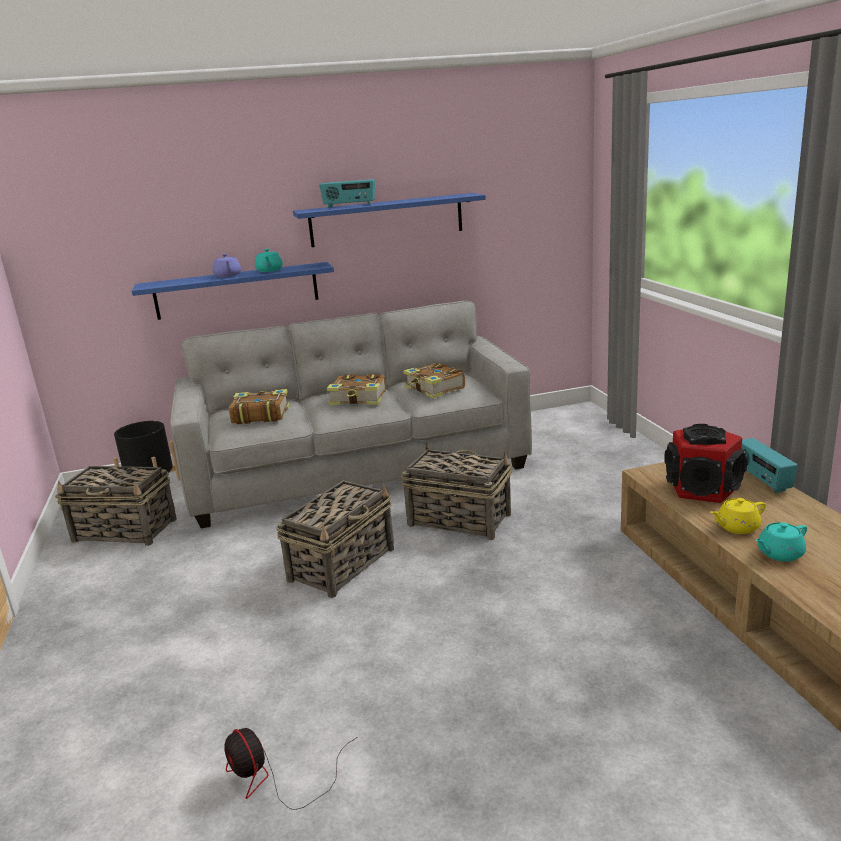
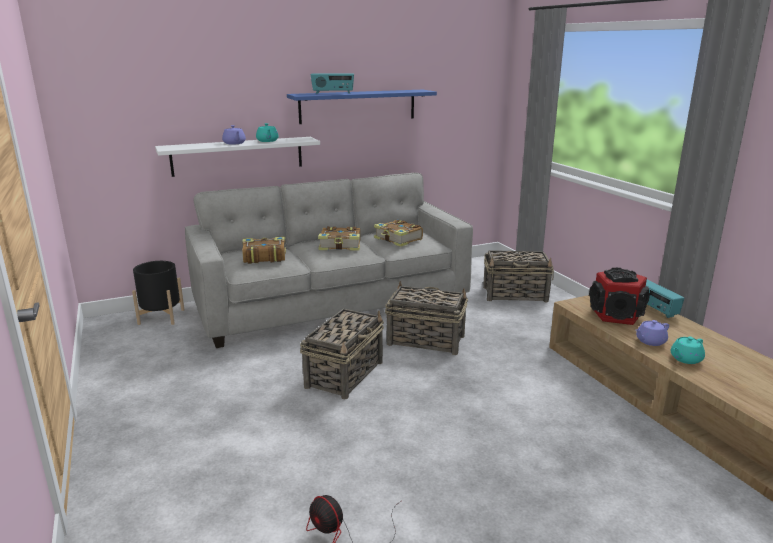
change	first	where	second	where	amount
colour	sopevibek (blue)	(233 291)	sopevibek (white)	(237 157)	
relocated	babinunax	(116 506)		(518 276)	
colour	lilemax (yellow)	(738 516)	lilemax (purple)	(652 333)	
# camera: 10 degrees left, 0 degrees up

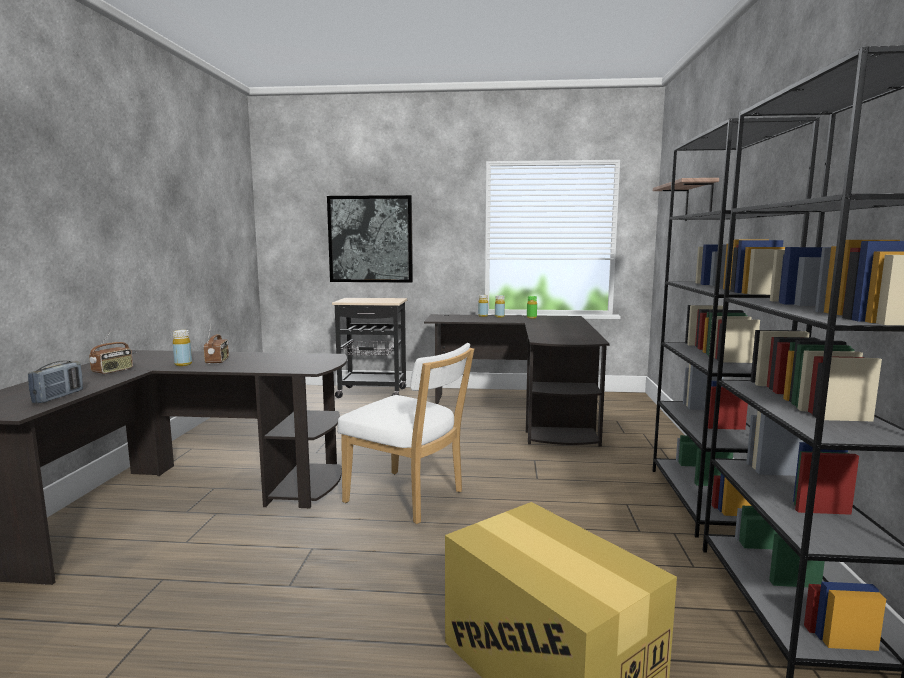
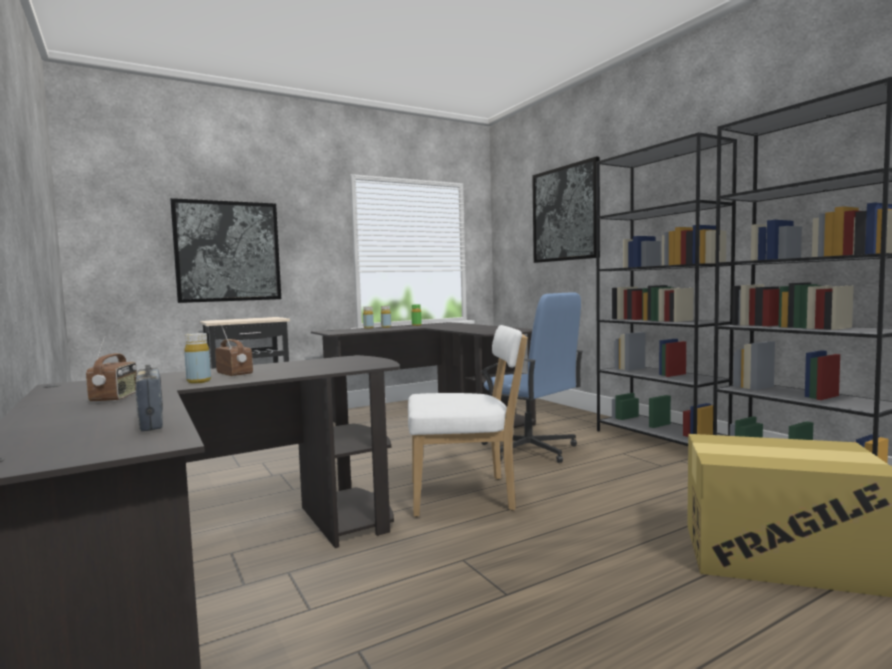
change	first	where	second	where	amount
appeared			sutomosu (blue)	(531 377)	
exchanged	sopevibek	(686 199)	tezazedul	(566 210)	
# camera: 35 degrees left, 5 degrees down

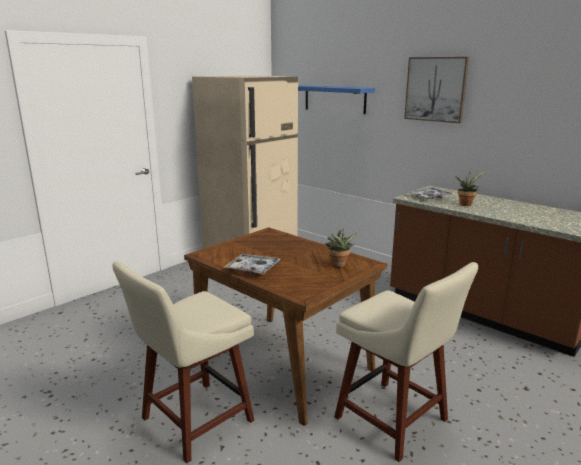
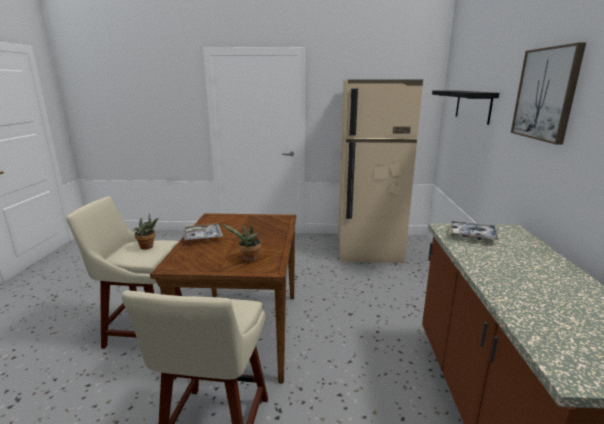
change	first	where	second	where	amount
relocated	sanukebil	(470 188)		(146 232)	
colour	sopevibek (blue)	(336 99)	sopevibek (black)	(465 107)	
# camera: 50 degrees right, 0 degrees up

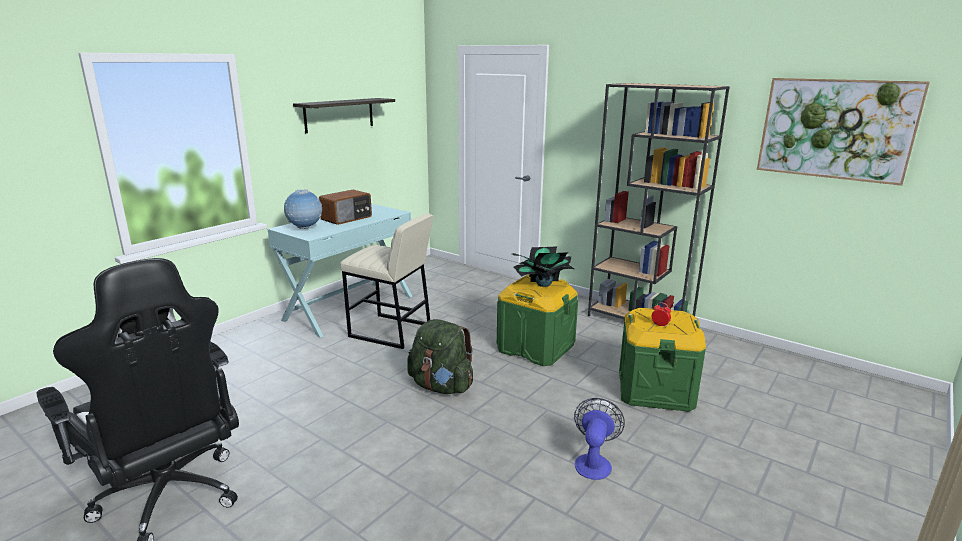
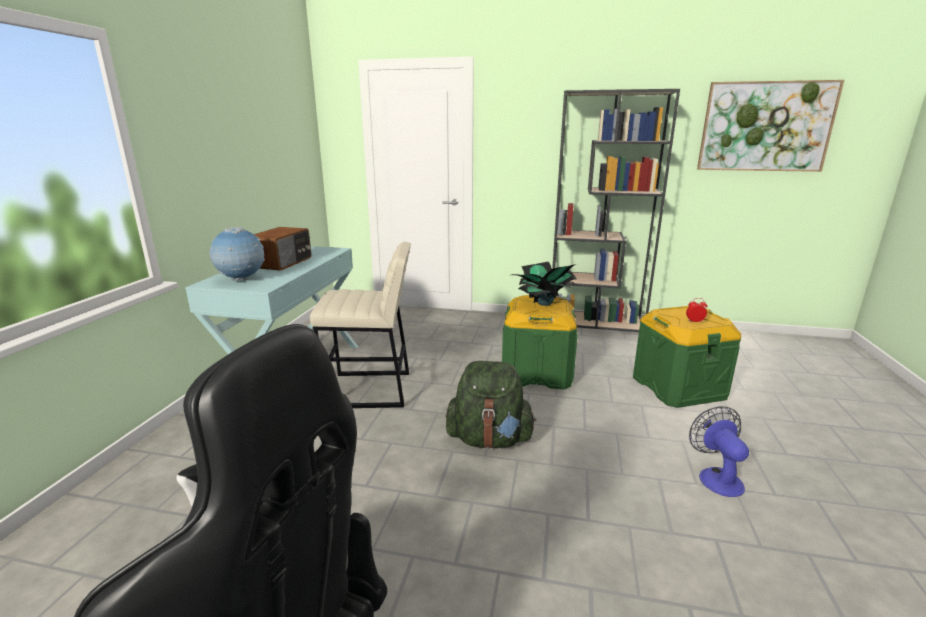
change	first	where	second	where	amount
missing	sopevibek	(344 115)			
# camera: 25 degrees left, 0 degrees up

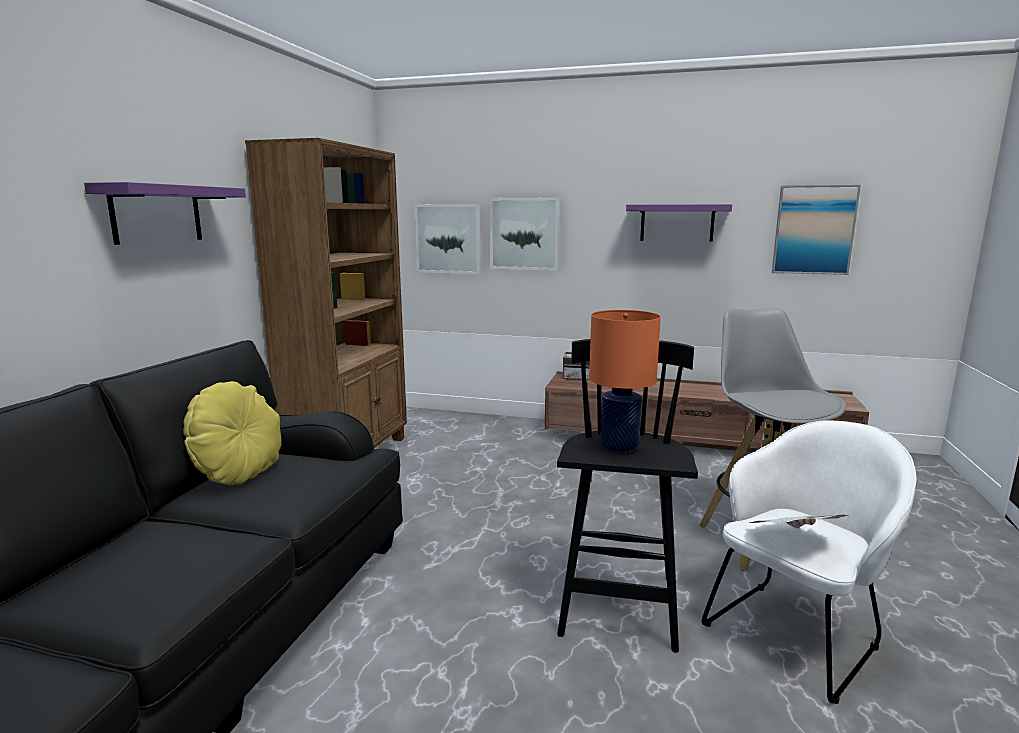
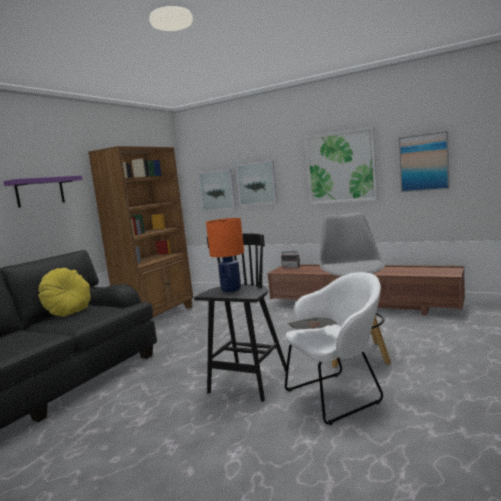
change	first	where	second	where	amount
exchanged	sopevibek (purple)	(679 223)	tezazedul	(341 166)	
# camera: 15 degrees right, 5 degrees down

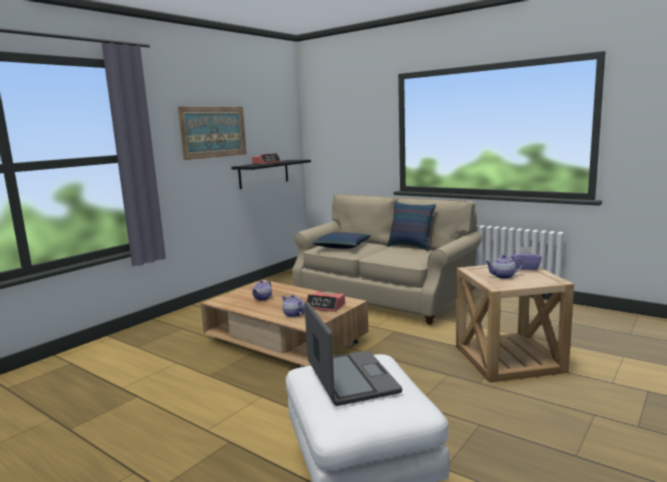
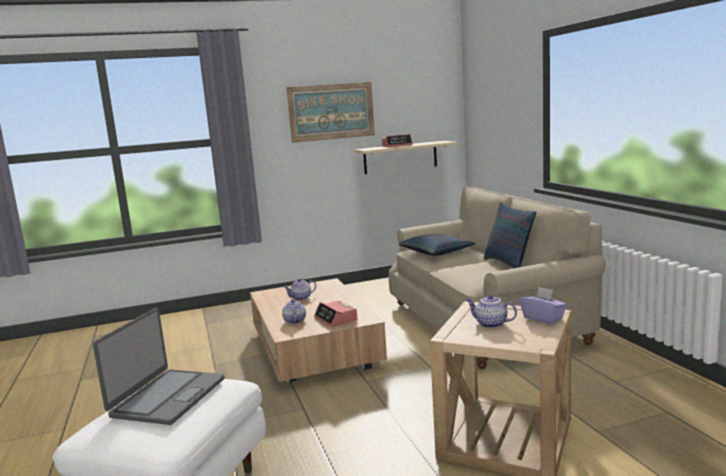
change	first	where	second	where	amount
colour	sopevibek (black)	(271 174)	sopevibek (beige)	(406 157)	
# camera: 35 degrees right, 0 degrees up

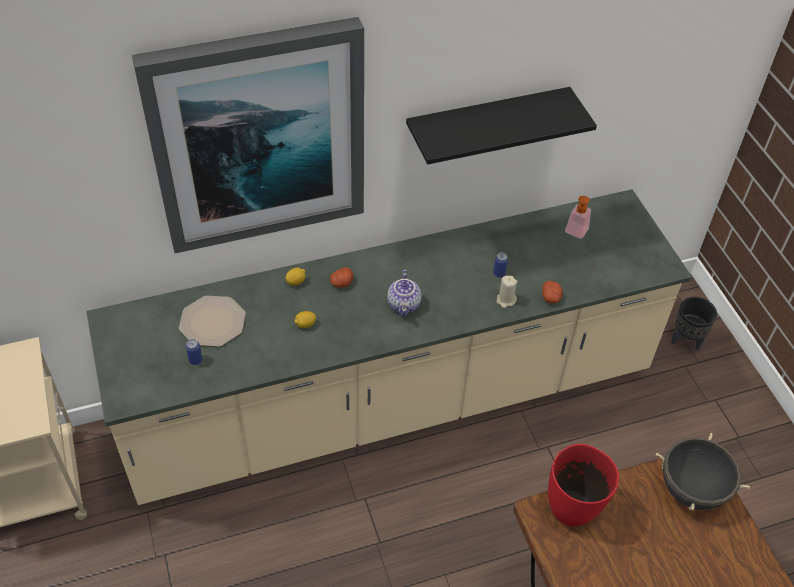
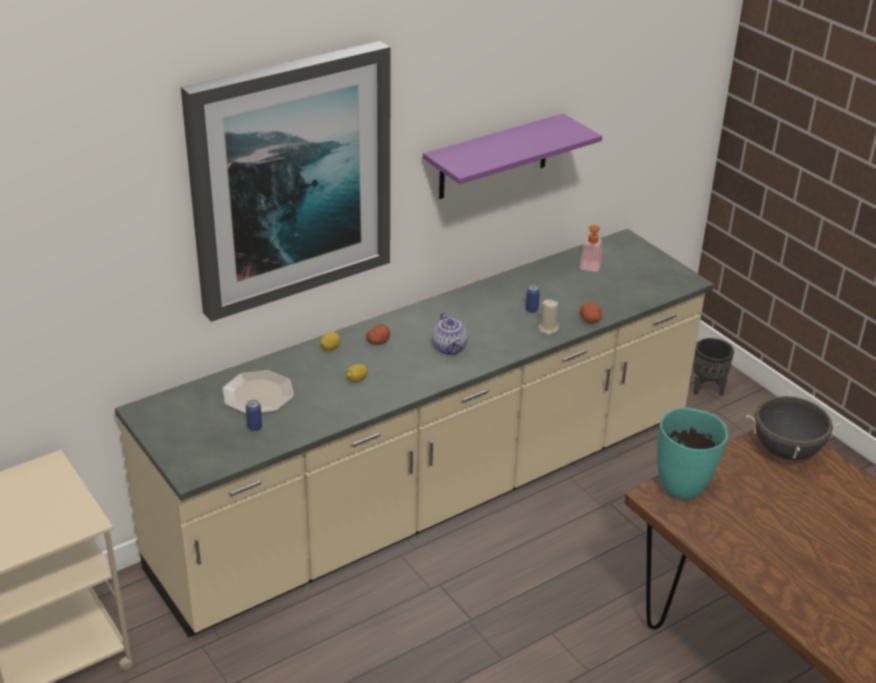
change	first	where	second	where	amount
colour	sopevibek (black)	(501 126)	sopevibek (purple)	(512 156)	
colour	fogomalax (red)	(583 485)	fogomalax (turquoise)	(692 453)	
# camera: 15 degrees left, 15 degrees down

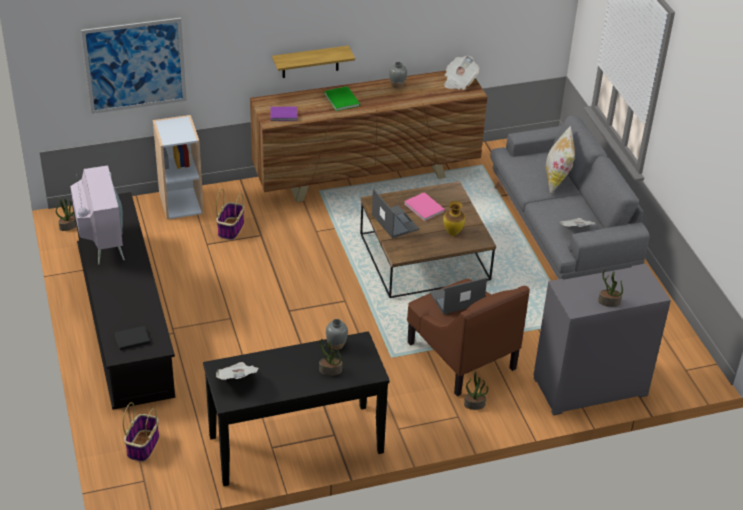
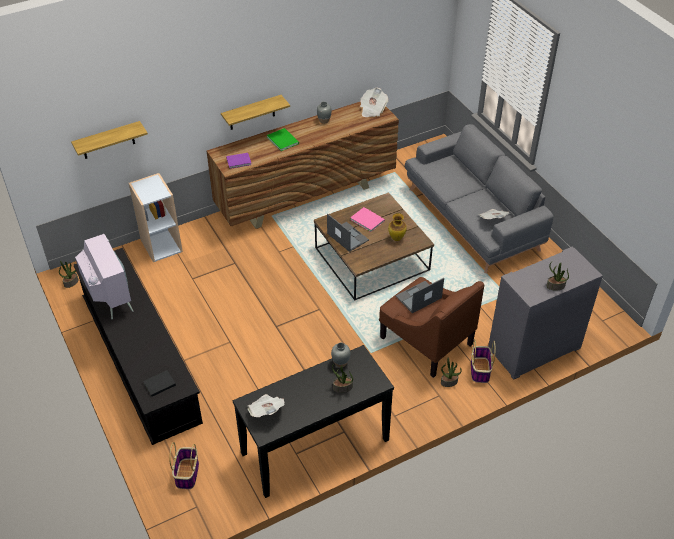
change	first	where	second	where	amount
exchanged	tezazedul	(134 66)	sopevibek	(109 140)	
relocated	babinunax	(230 214)		(483 361)	
missing	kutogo	(560 160)			
# camera: 10 degrees left, 5 degrees up

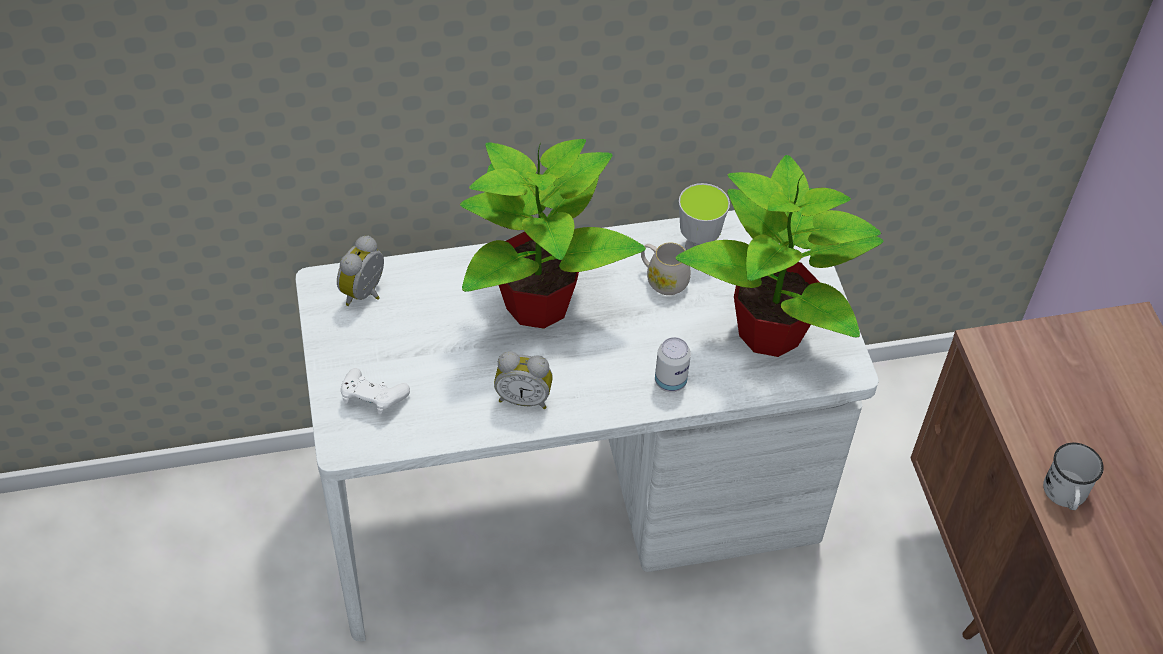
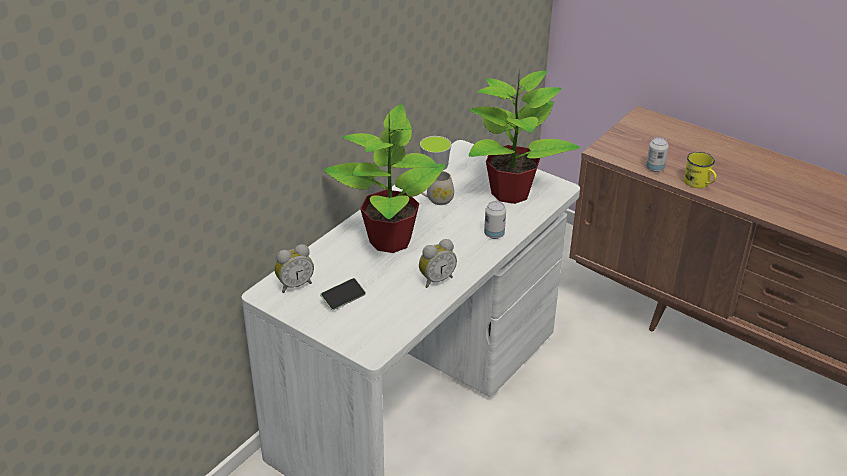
change	first	where	second	where	amount
spun	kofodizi	(360 270)		(294 268)	105 degrees counterclockwise
appeared			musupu	(343 294)	
appeared			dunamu	(657 154)	
colour	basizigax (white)	(1073 476)	basizigax (yellow)	(700 170)	
missing	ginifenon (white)	(375 391)			
# camera: 40 degrees left, 15 degrees down

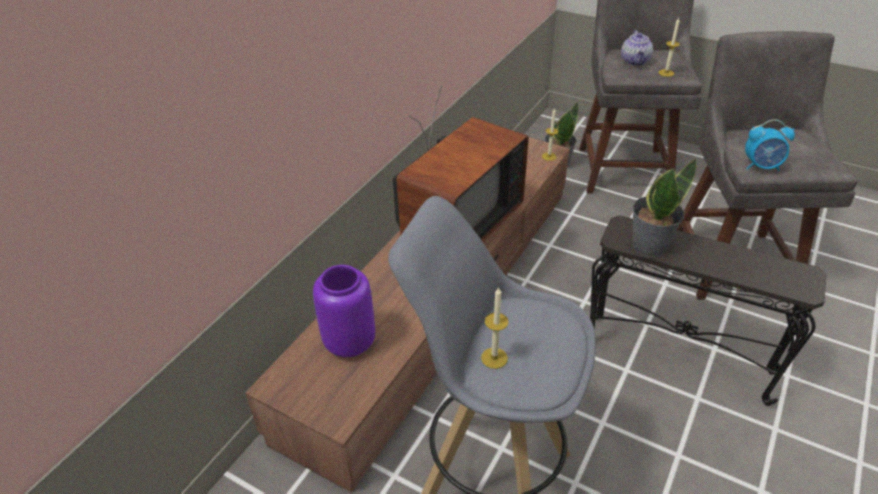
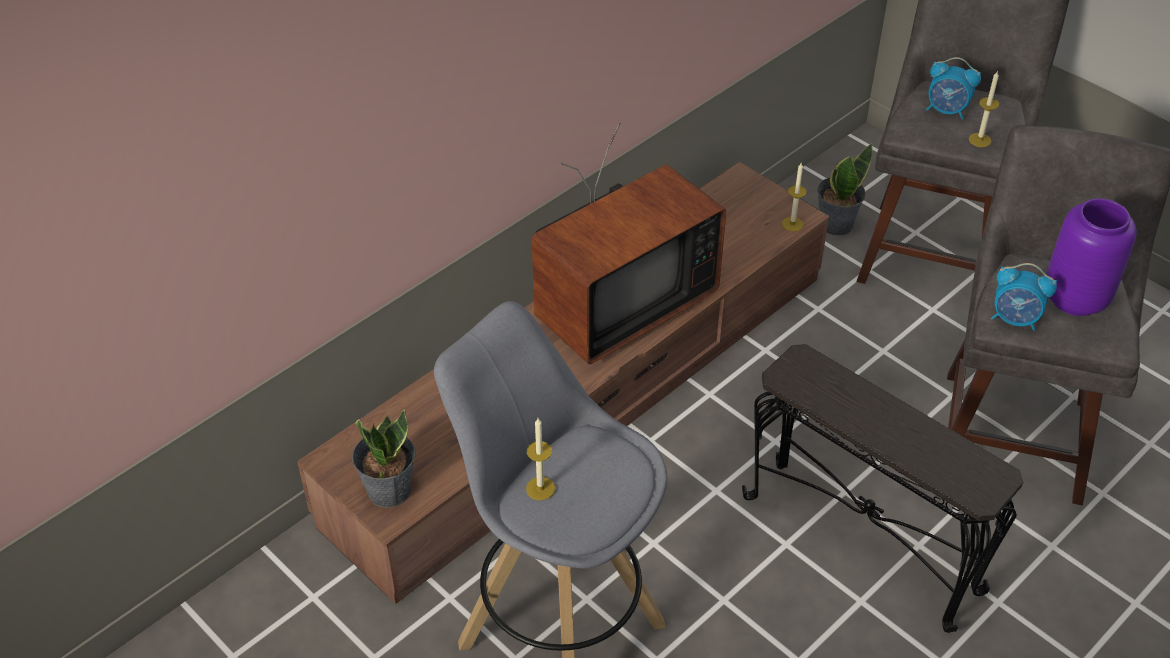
change	first	where	second	where	amount
relocated	sanukebil	(665 207)		(383 459)	
exchanged	lilemax	(637 48)	kofodizi	(953 88)	
relocated	fogomalax (purple)	(344 311)		(1091 257)	
# camera: 15 degrees right, 5 degrees up

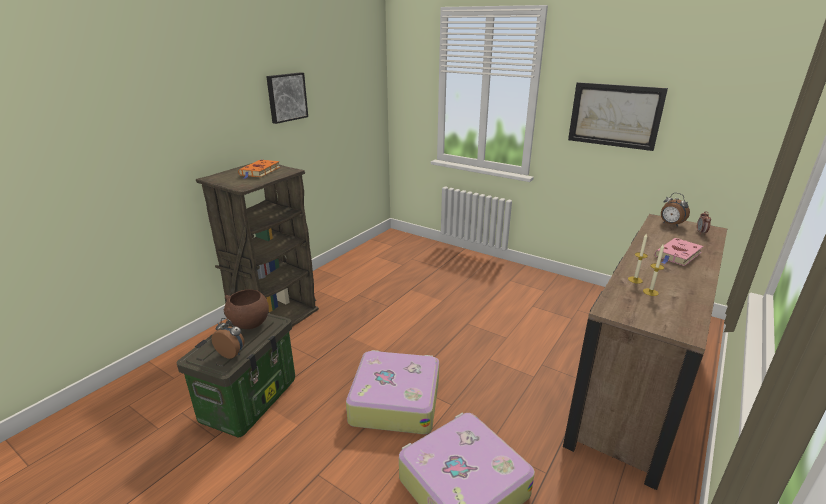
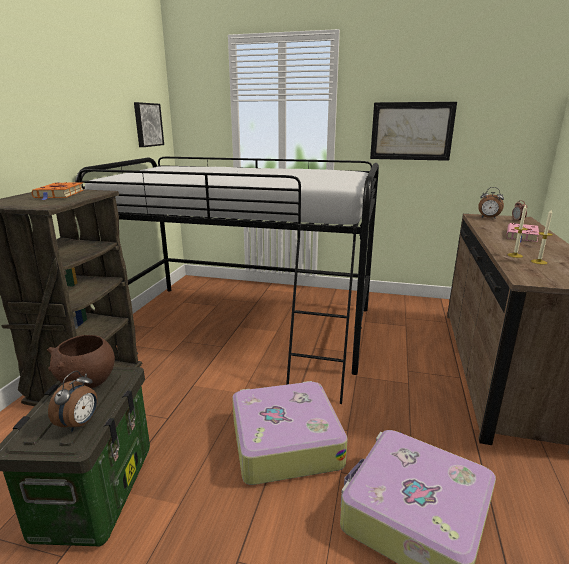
change	first	where	second	where	amount
spun	kofodizi	(227 338)		(73 401)	105 degrees clockwise
appeared			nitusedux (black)	(227 280)	
relocated	tezazedul	(287 98)		(149 124)	
# camera: 20 degrees left, 5 degrees down

